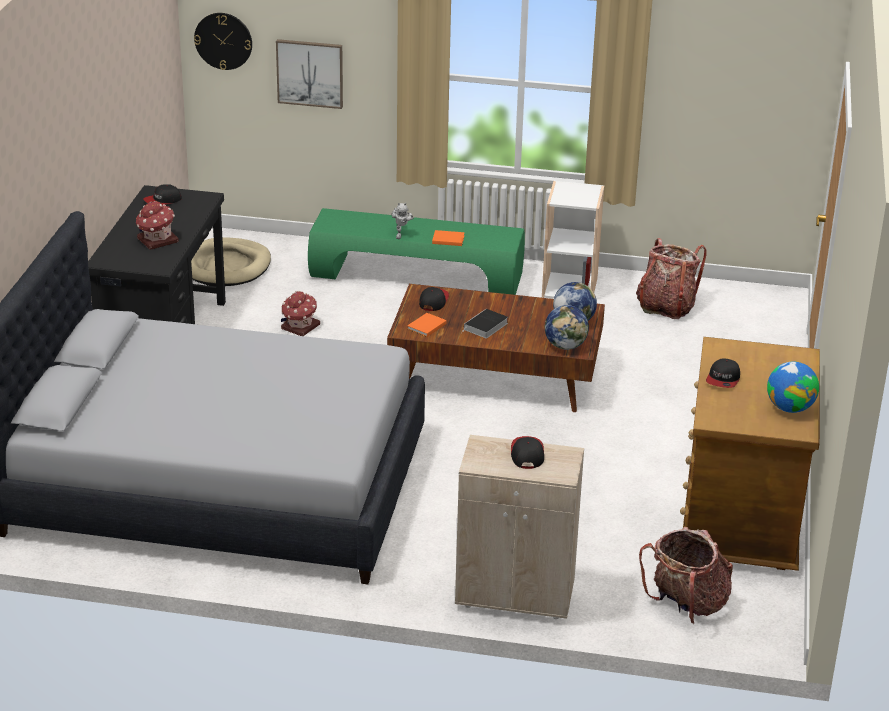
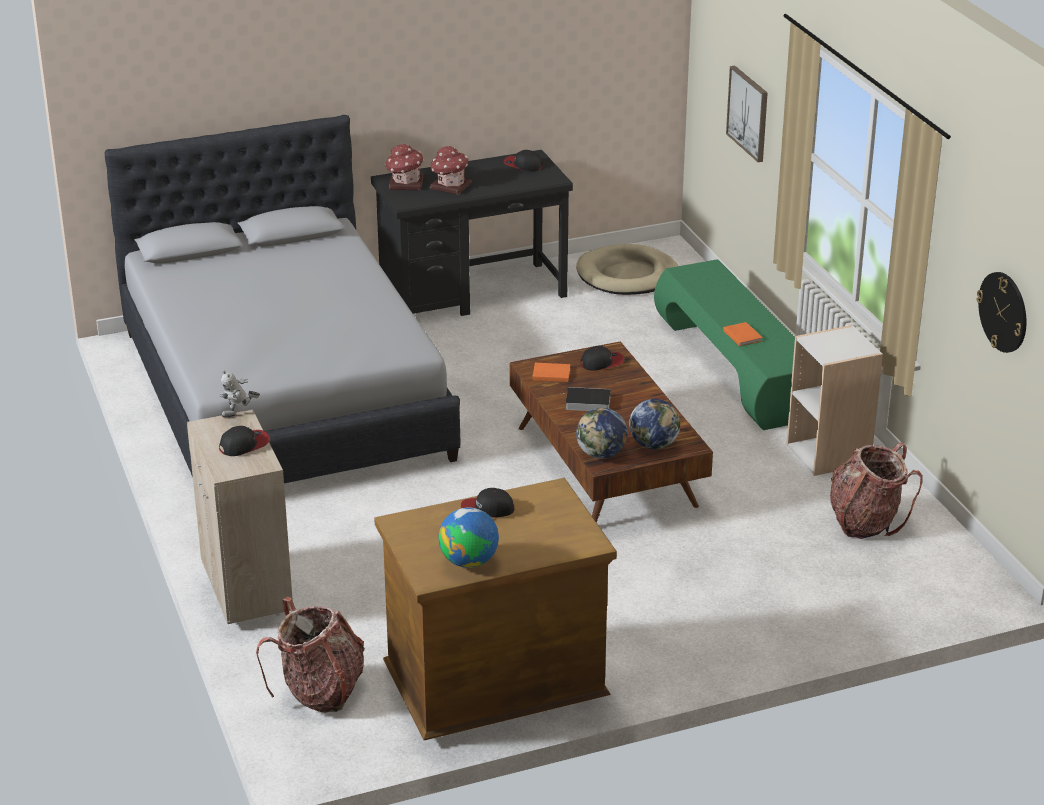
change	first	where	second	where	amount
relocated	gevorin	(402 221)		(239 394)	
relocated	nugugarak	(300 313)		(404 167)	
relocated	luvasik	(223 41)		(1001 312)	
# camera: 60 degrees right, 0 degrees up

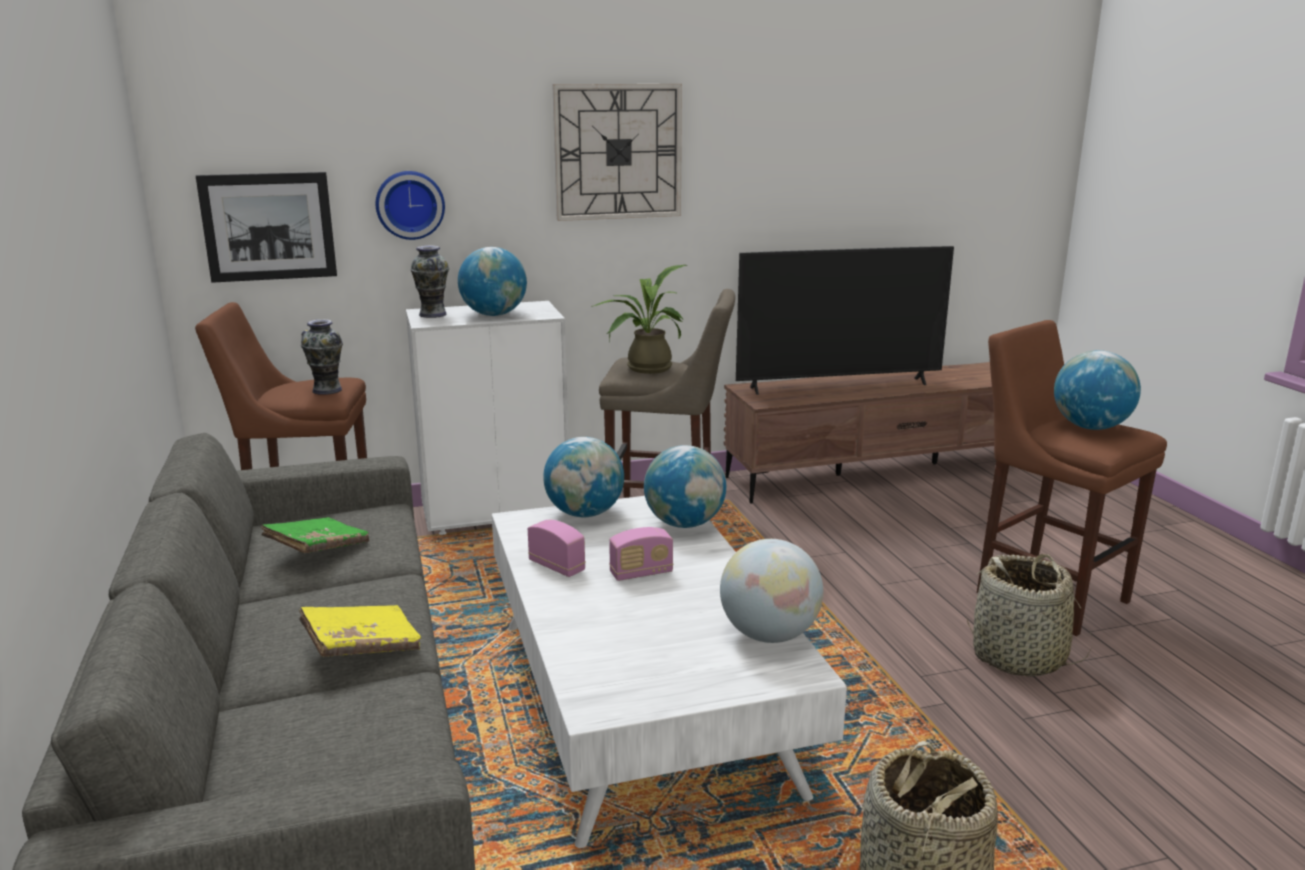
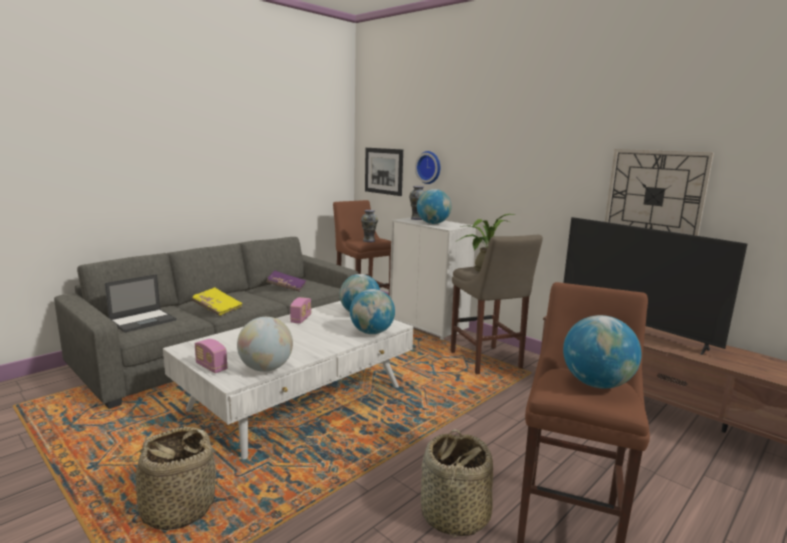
change	first	where	second	where	amount
appeared			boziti	(140 303)	
relocated	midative	(641 554)		(211 356)	
colour	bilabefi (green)	(315 535)	bilabefi (purple)	(286 281)	
relocated	luvasik	(617 152)		(659 192)	
# camera: 60 degrees right, 5 degrees down

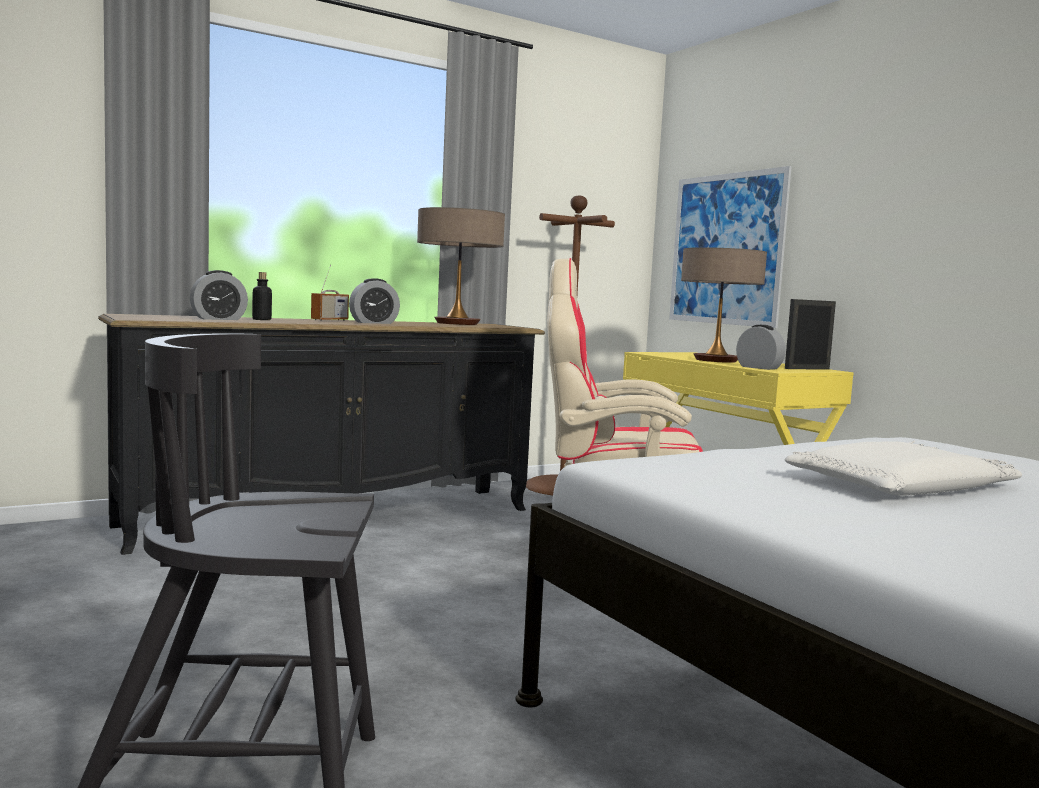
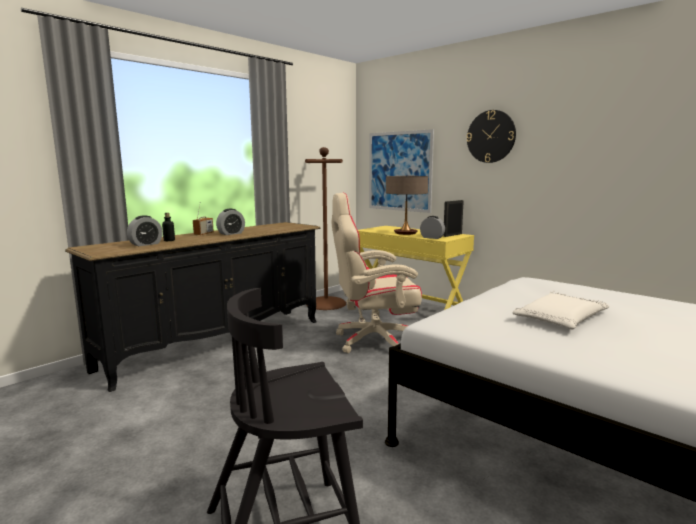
change	first	where	second	where	amount
appeared			luvasik	(491 136)	
missing	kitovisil	(461 266)			
# camera: 15 degrees left, 5 degrees up

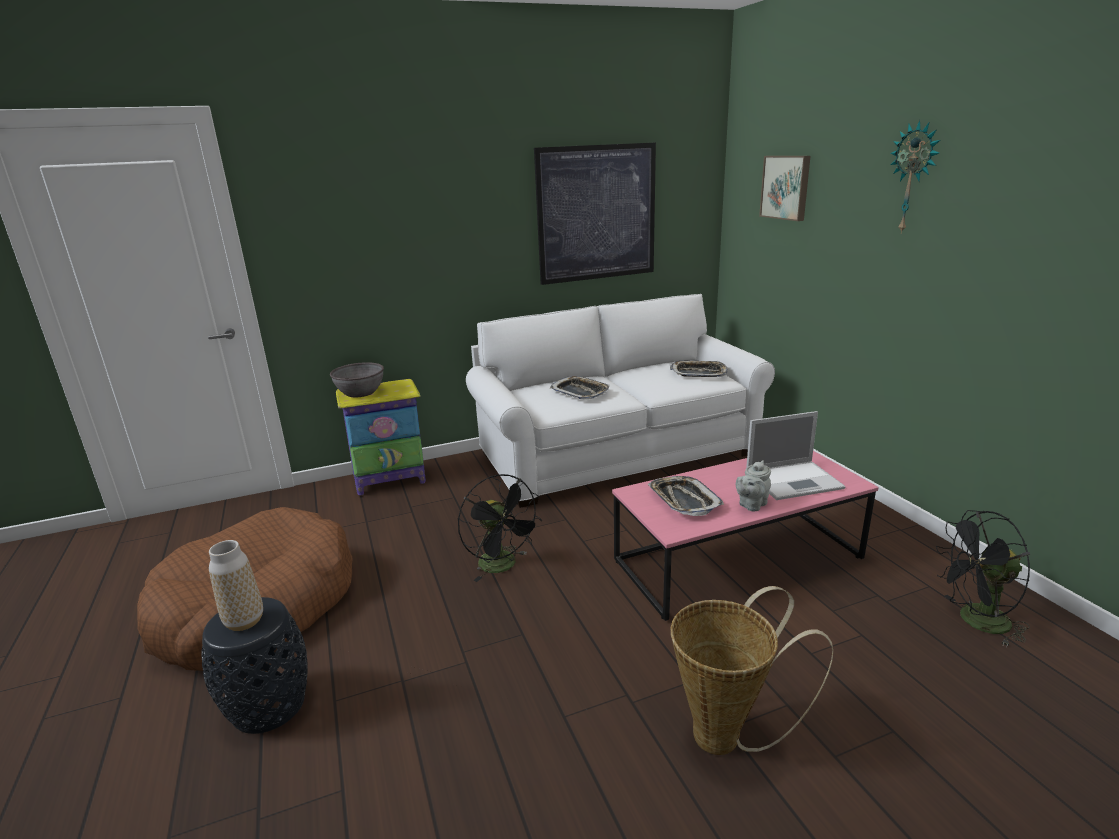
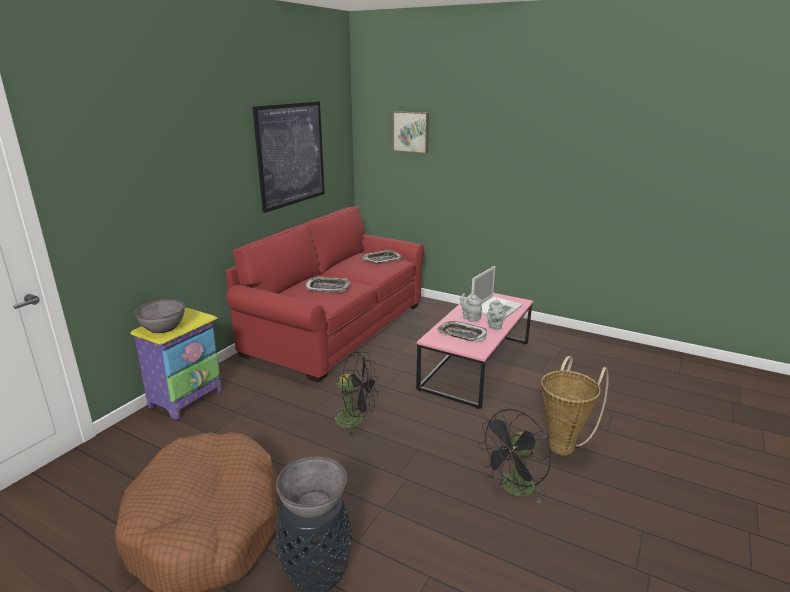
change	first	where	second	where	amount
colour	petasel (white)	(620 401)	petasel (red)	(324 294)	
exchanged	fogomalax	(236 585)	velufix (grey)	(311 487)	
appeared			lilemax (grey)	(471 307)	
relocated	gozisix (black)	(983 578)		(514 456)	
missing	luvasik	(915 176)			
# camera: 40 degrees left, 0 degrees up

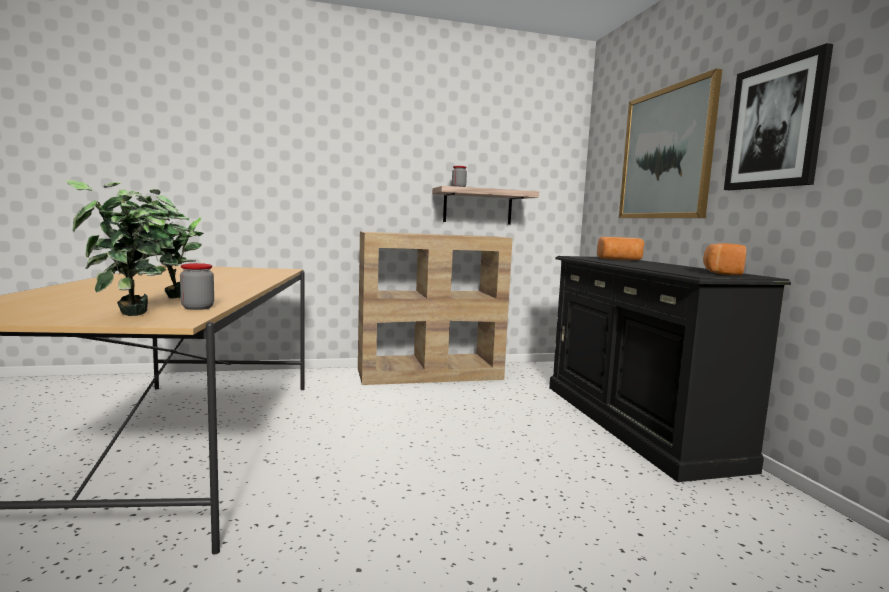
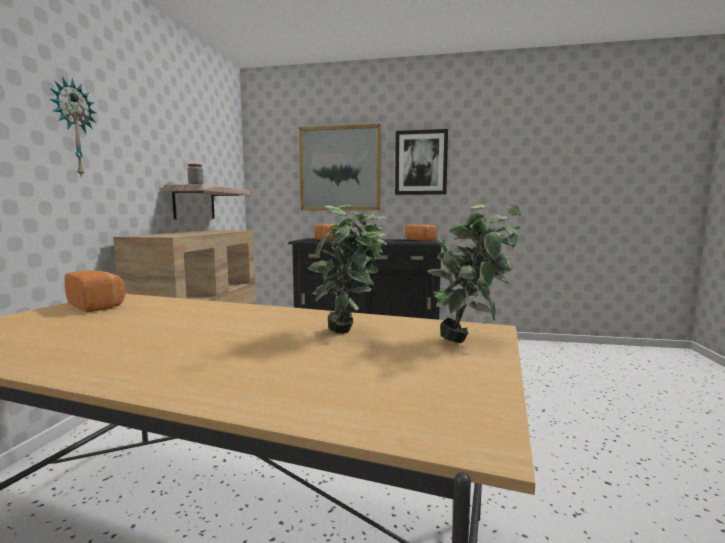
change	first	where	second	where	amount
appeared			luvasik	(73 127)	
appeared			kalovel	(95 291)	
missing	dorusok	(197 286)			
# camera: 65 degrees left, 0 degrees up

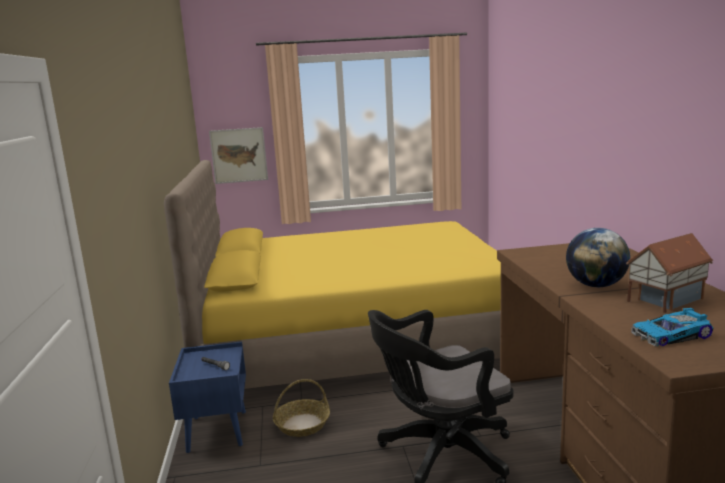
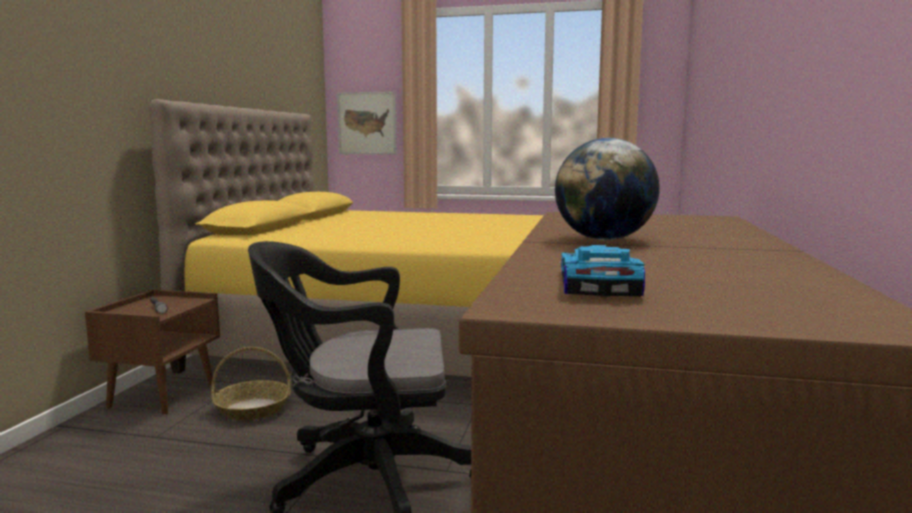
change	first	where	second	where	amount
colour	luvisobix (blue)	(207 397)	luvisobix (brown)	(152 352)	
spun	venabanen	(672 327)		(602 272)	90 degrees clockwise
missing	nugugarak	(669 273)			
# camera: 20 degrees right, 5 degrees down

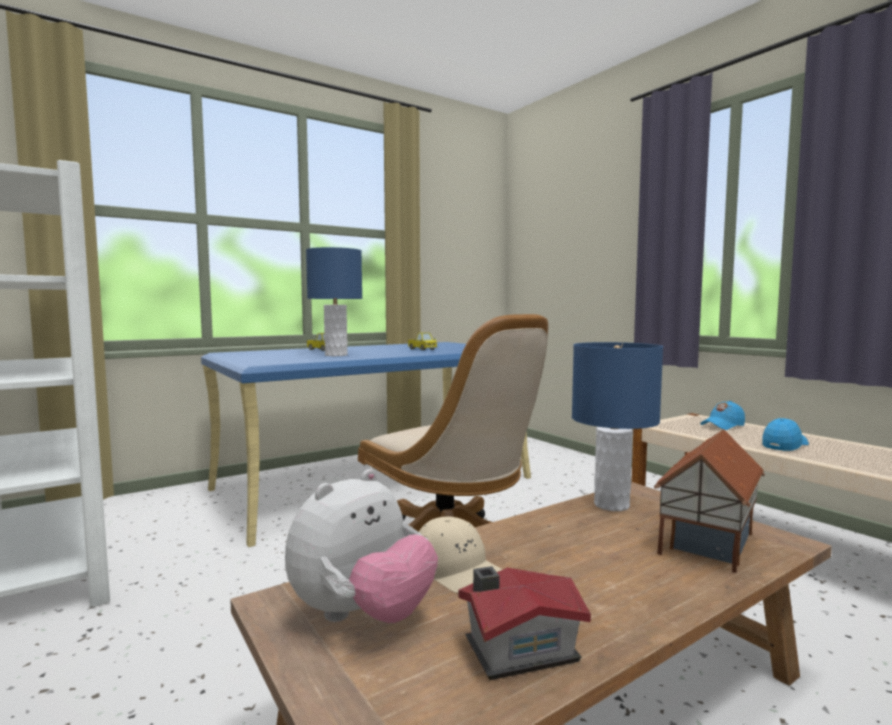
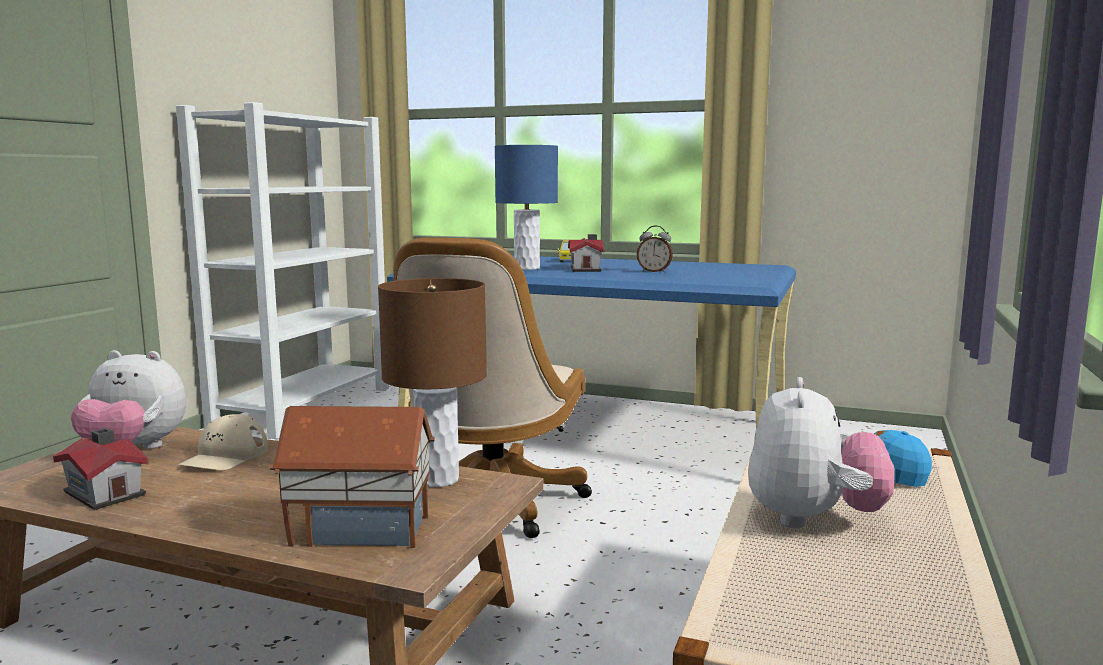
change	first	where	second	where	amount
colour	kitovisil (blue)	(617 426)	kitovisil (brown)	(432 382)	
appeared			nugugarak	(586 253)	
exchanged	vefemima	(422 341)	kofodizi	(655 249)	
exchanged	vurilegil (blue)	(785 434)	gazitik	(821 453)	
# camera: 55 degrees right, 5 degrees up

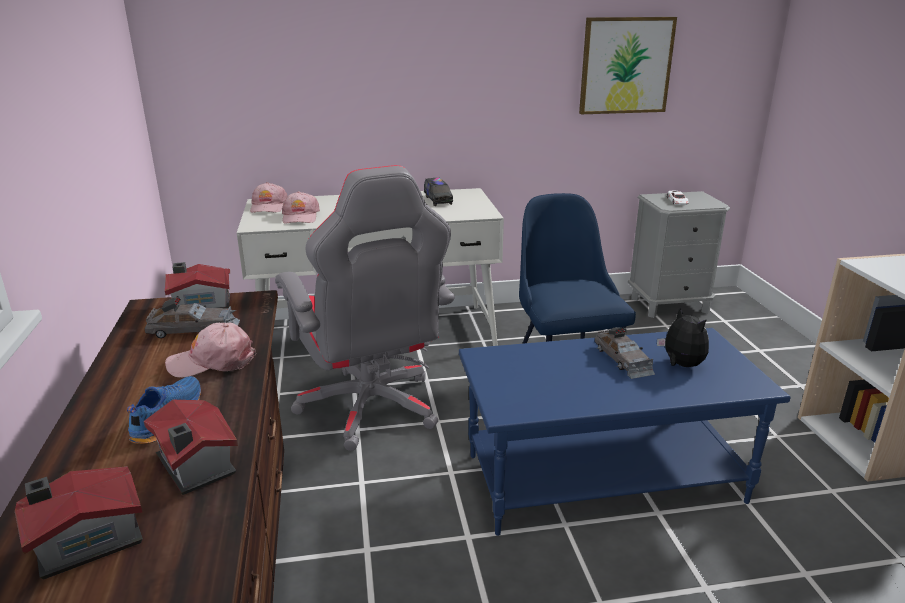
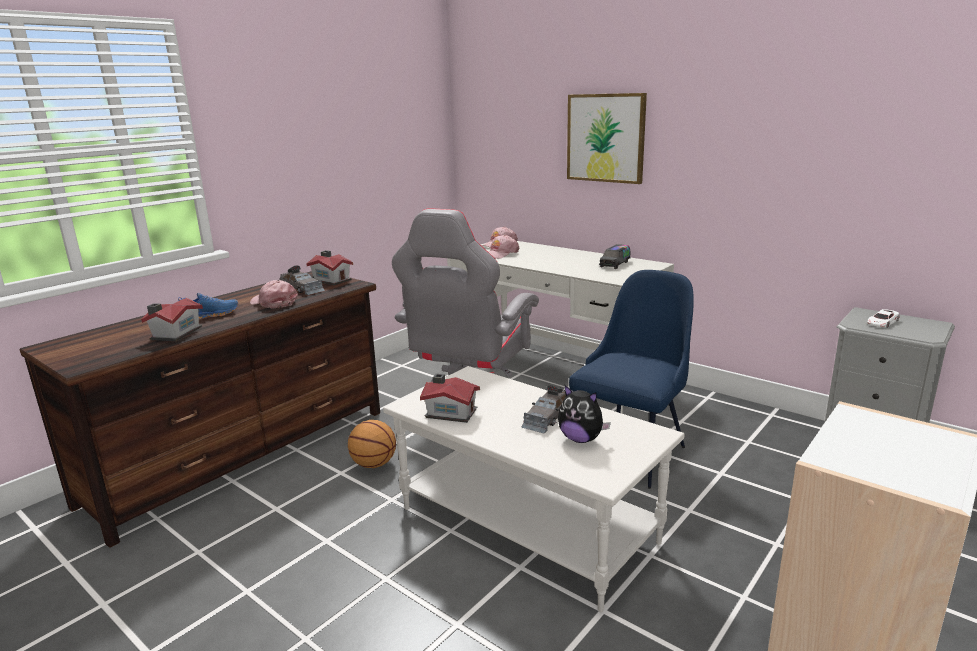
change	first	where	second	where	amount
appeared			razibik	(372 444)	
colour	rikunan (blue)	(625 432)	rikunan (white)	(534 489)	
relocated	nugugarak	(79 522)		(450 398)	
spun	gazitik	(683 337)		(584 414)	105 degrees clockwise
relocated	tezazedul	(628 65)		(607 138)	
# camera: 50 degrees right, 5 degrees down

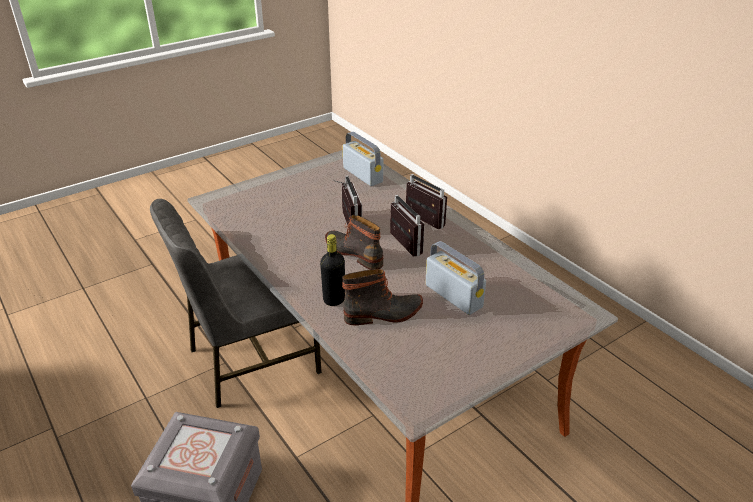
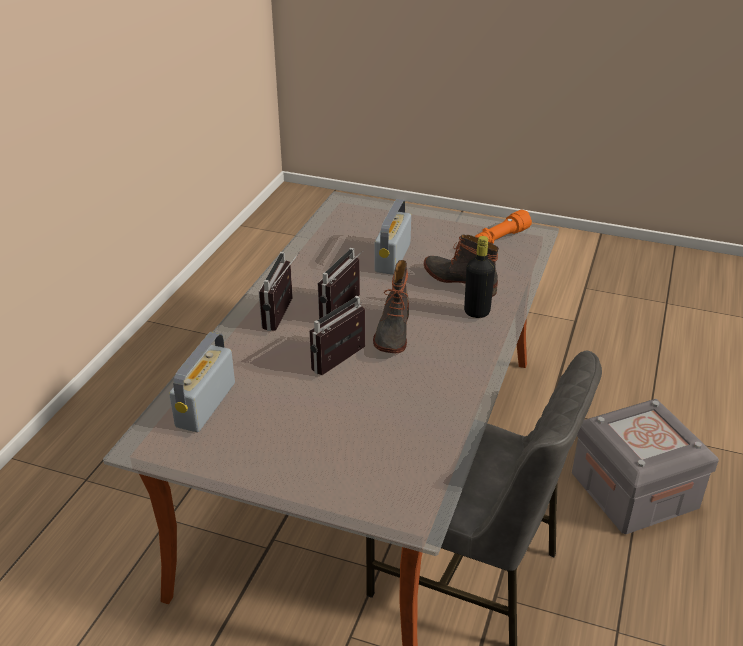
change	first	where	second	where	amount
appeared			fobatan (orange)	(503 227)	
# camera: 125 degrees left, 0 degrees up

